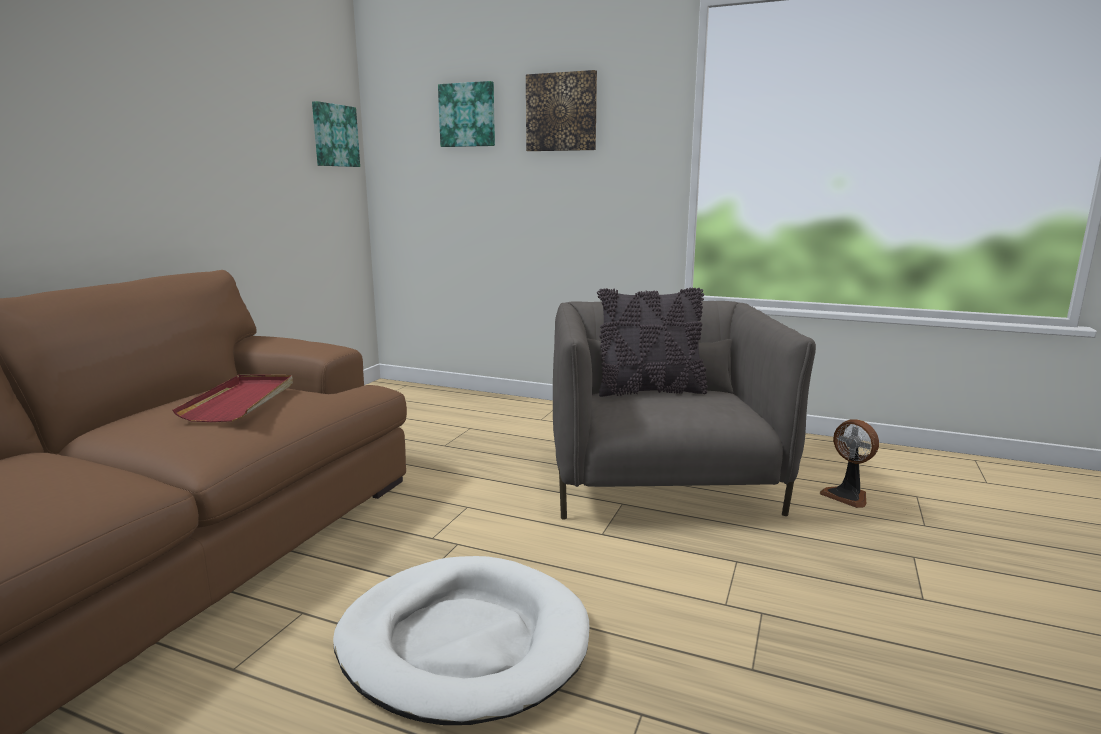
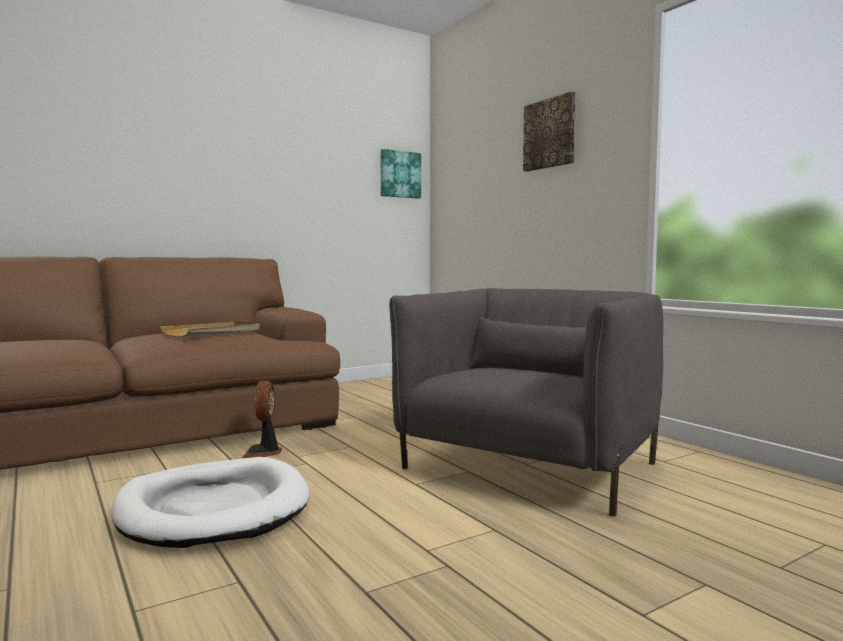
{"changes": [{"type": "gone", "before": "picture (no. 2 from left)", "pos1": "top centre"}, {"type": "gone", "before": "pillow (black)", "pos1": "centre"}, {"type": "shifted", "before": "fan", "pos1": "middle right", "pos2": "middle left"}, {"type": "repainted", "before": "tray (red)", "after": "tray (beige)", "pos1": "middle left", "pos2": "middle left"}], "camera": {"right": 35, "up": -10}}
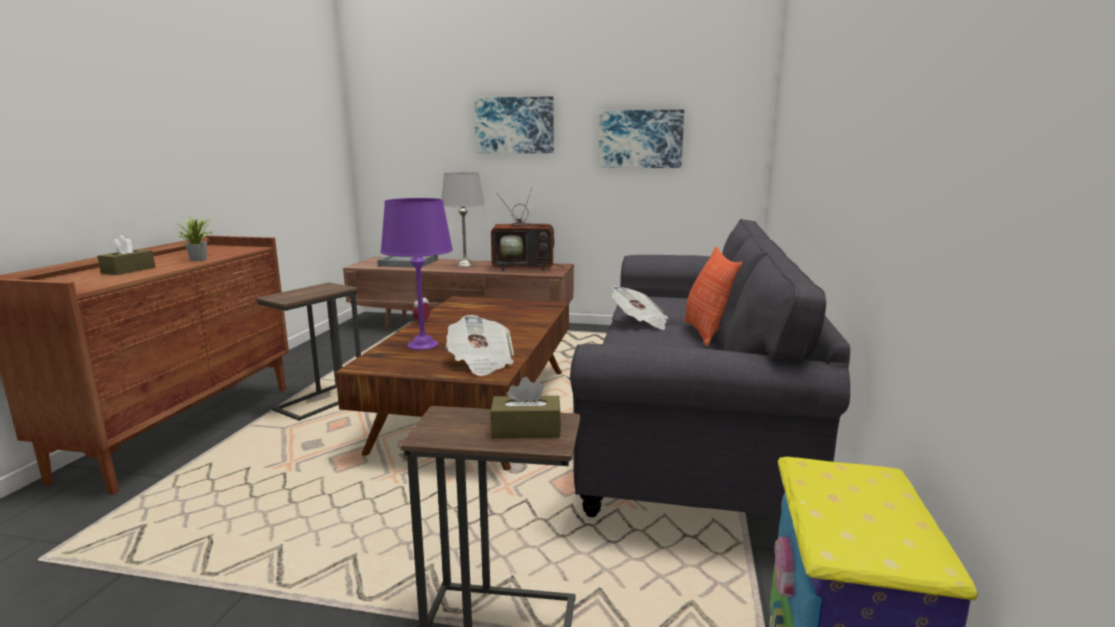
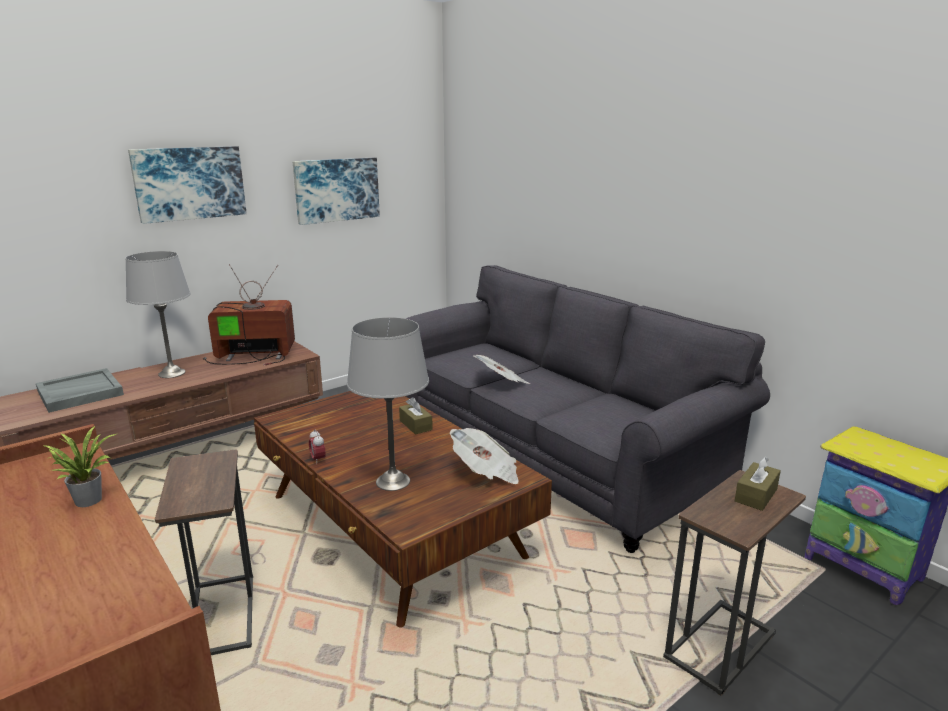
{"changes": [{"type": "gone", "before": "pillow (orange)", "pos1": "centre"}, {"type": "shifted", "before": "tissue box (brown) (no. 1 from left)", "pos1": "middle left", "pos2": "centre"}, {"type": "repainted", "before": "table lamp (purple)", "after": "table lamp (grey) (no. 2 from left)", "pos1": "centre", "pos2": "centre"}, {"type": "rotated", "before": "television", "pos1": "centre", "pos2": "middle left", "turn": -135}], "camera": {"right": -50, "up": 5}}
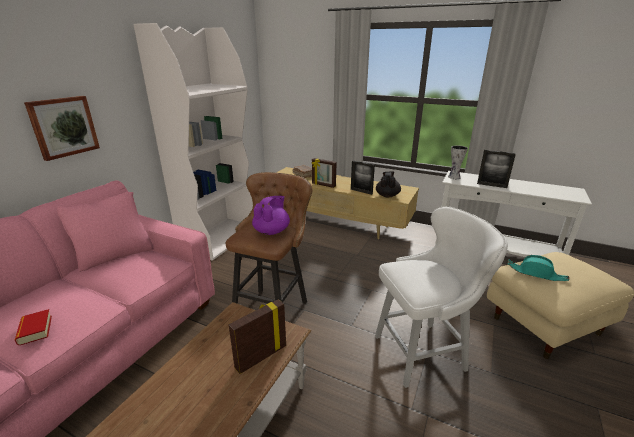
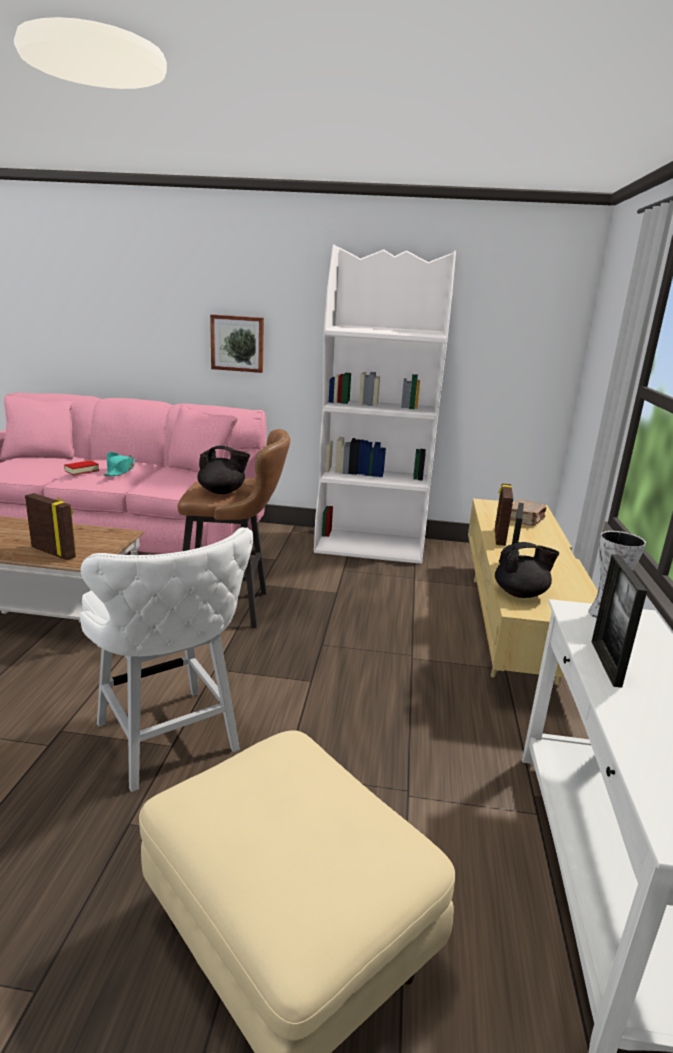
{"changes": [{"type": "shifted", "before": "hat (turquoise)", "pos1": "middle right", "pos2": "middle left"}, {"type": "repainted", "before": "teapot (purple)", "after": "teapot (black) (no. 1 from left)", "pos1": "centre", "pos2": "middle left"}], "camera": {"right": 70, "up": -5}}
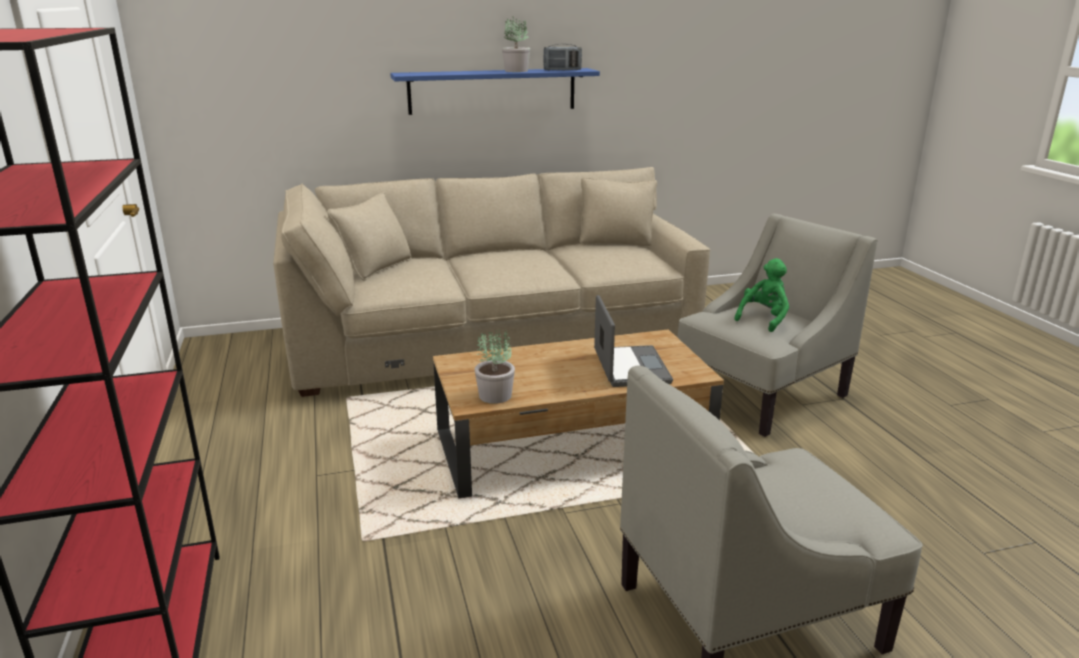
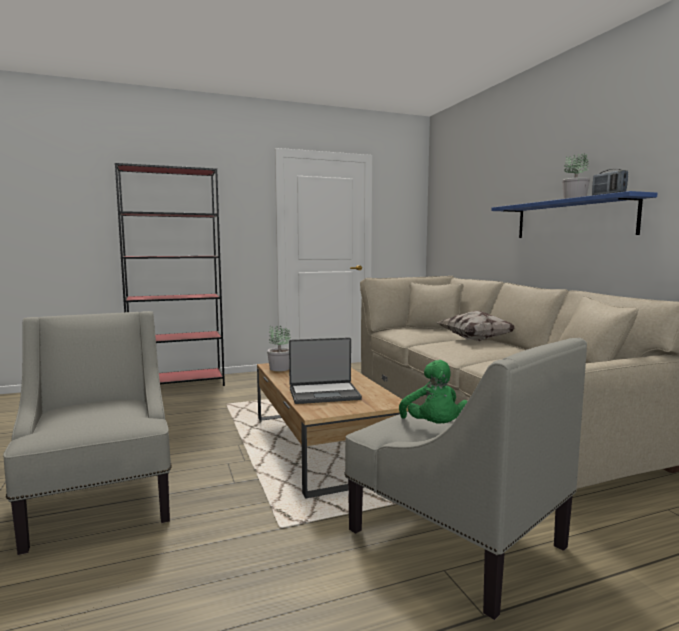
{"changes": [{"type": "new", "after": "pillow", "pos2": "middle right"}, {"type": "rotated", "before": "plush toy (green)", "pos1": "middle right", "pos2": "centre", "turn": 45}], "camera": {"right": 85, "up": -15}}
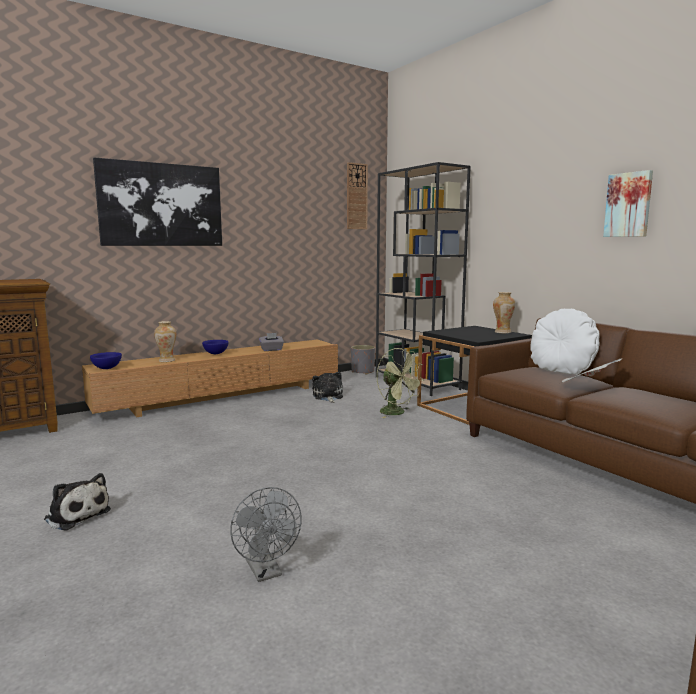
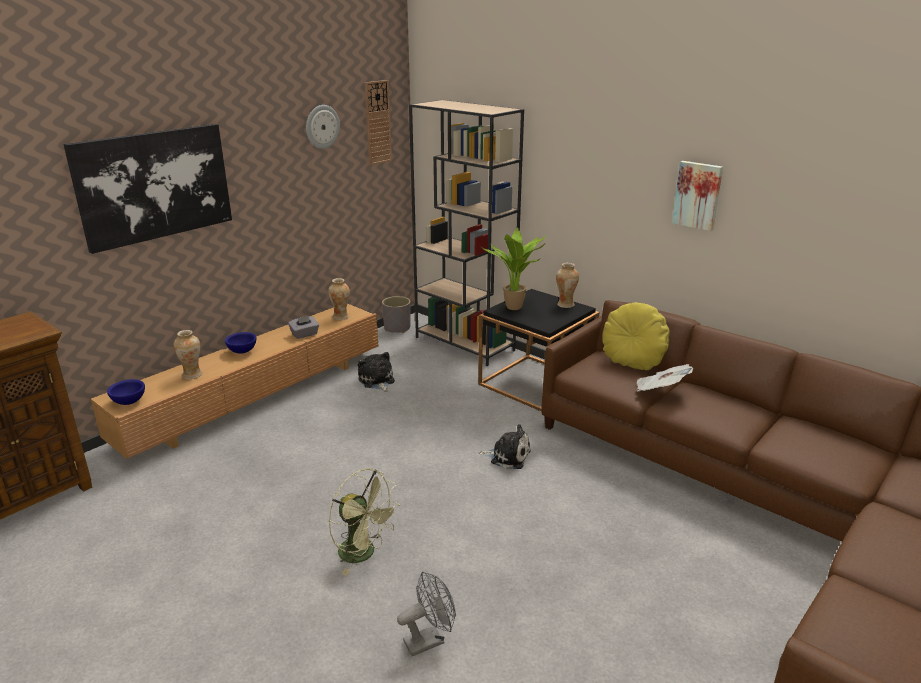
{"changes": [{"type": "new", "after": "wall clock (no. 1 from left)", "pos2": "top centre"}, {"type": "new", "after": "vase (no. 2 from left)", "pos2": "centre"}, {"type": "new", "after": "potted plant", "pos2": "centre"}, {"type": "shifted", "before": "plush toy (no. 1 from left in the first image)", "after": "plush toy (no. 2 from left)", "pos1": "bottom left", "pos2": "centre"}, {"type": "shifted", "before": "fan (green)", "pos1": "centre", "pos2": "bottom centre"}, {"type": "repainted", "before": "pillow (white)", "after": "pillow (yellow)", "pos1": "middle right", "pos2": "middle right"}, {"type": "rotated", "before": "fan (grey)", "pos1": "bottom centre", "pos2": "bottom centre", "turn": -75}], "camera": {"right": -15, "up": 15}}
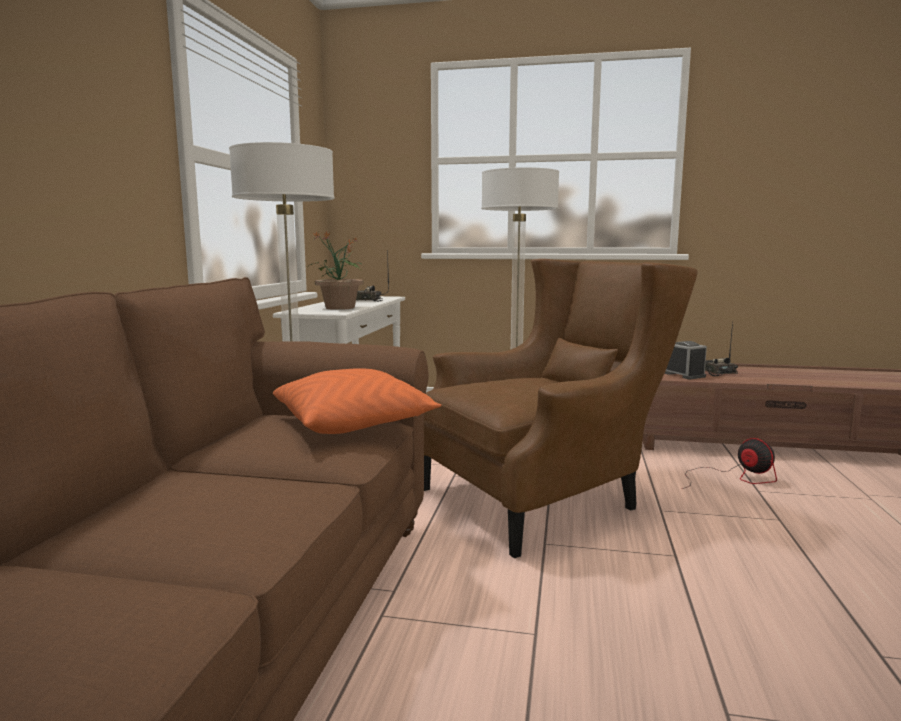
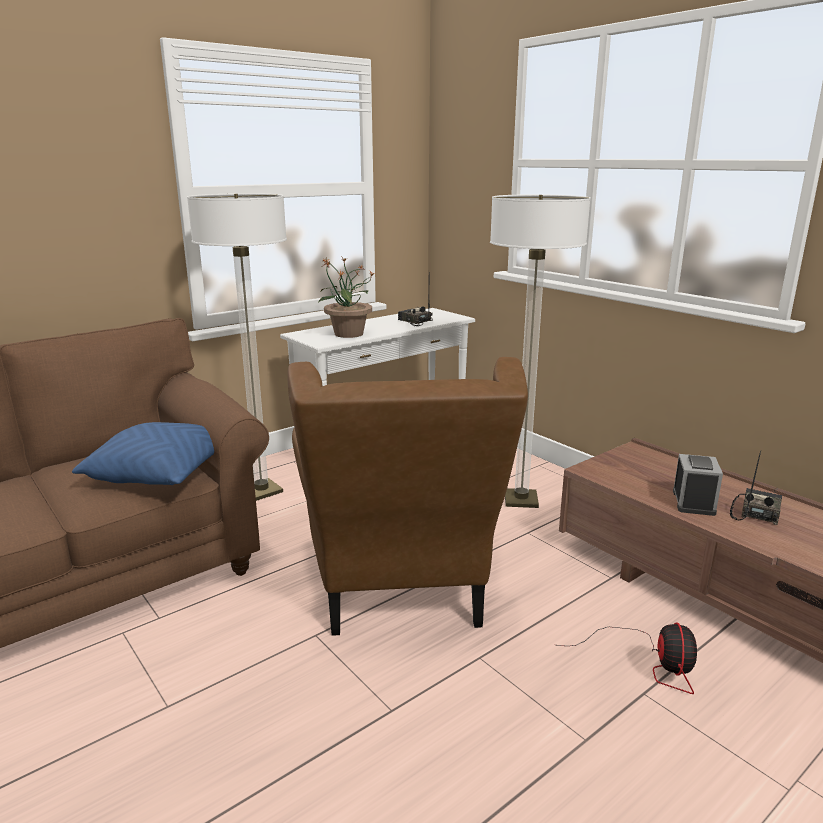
{"changes": [{"type": "repainted", "before": "pillow (orange)", "after": "pillow (blue)", "pos1": "centre", "pos2": "middle left"}, {"type": "rotated", "before": "armchair (brown)", "pos1": "centre", "pos2": "centre", "turn": 75}], "camera": {"right": 40, "up": 10}}
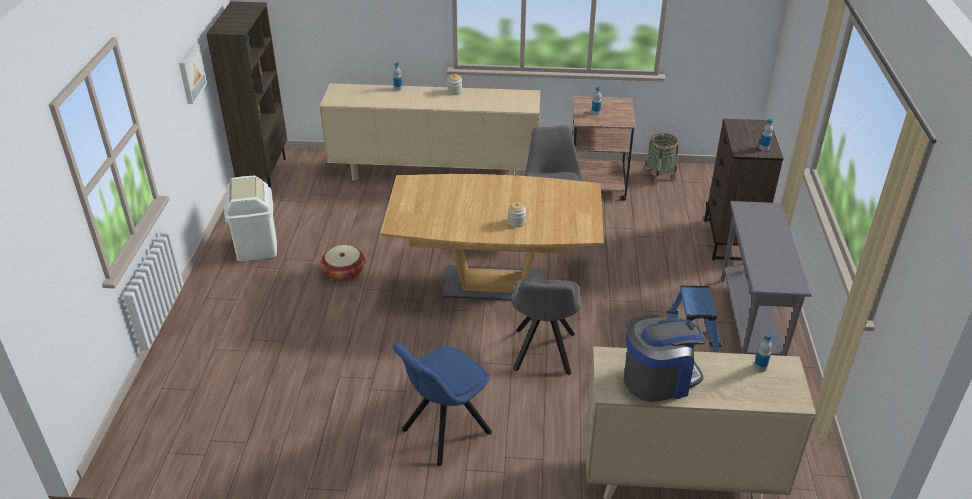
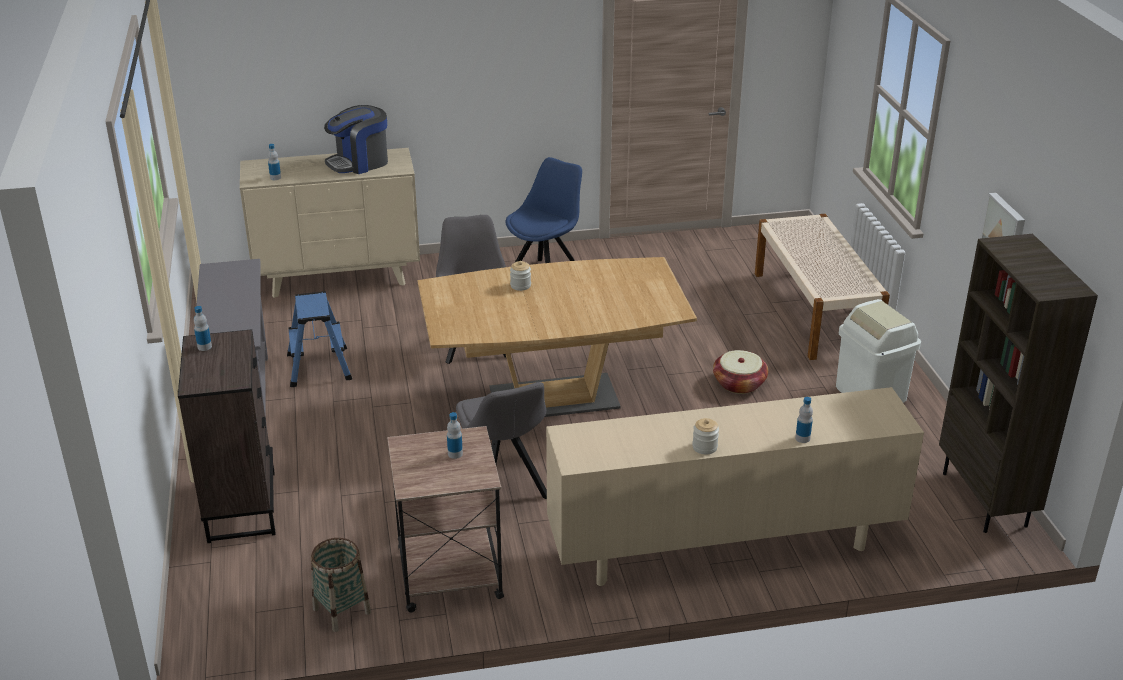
{"changes": [{"type": "new", "after": "bench (beige)", "pos2": "middle right"}], "camera": {"right": 165, "up": -5}}
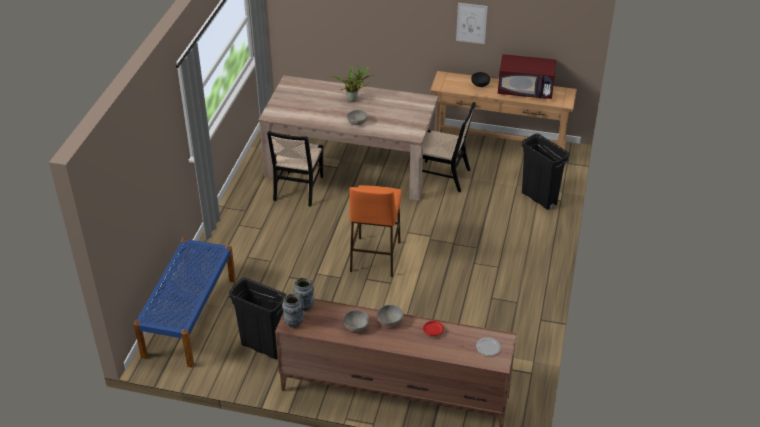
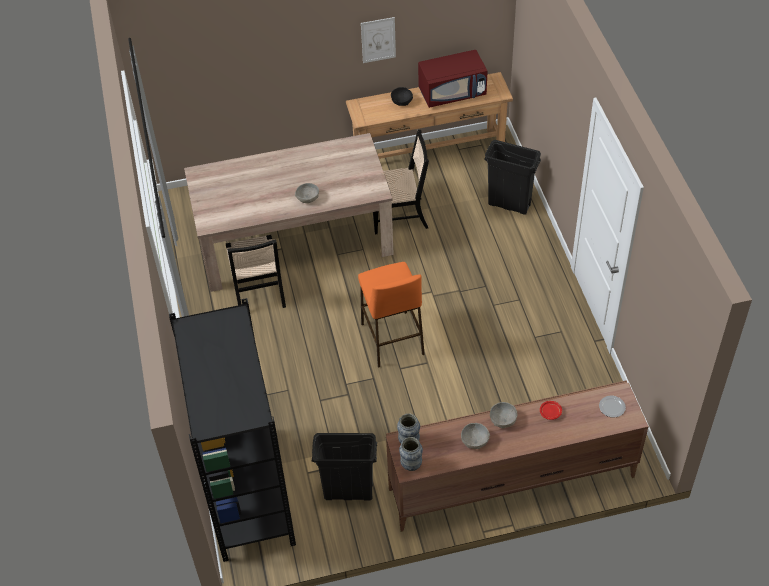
{"changes": [{"type": "gone", "before": "potted plant", "pos1": "top centre"}, {"type": "swapped", "before": "bench (blue)", "after": "bookcase (black)", "pos1": "bottom left", "pos2": "bottom left"}], "camera": {"right": -25, "up": 10}}
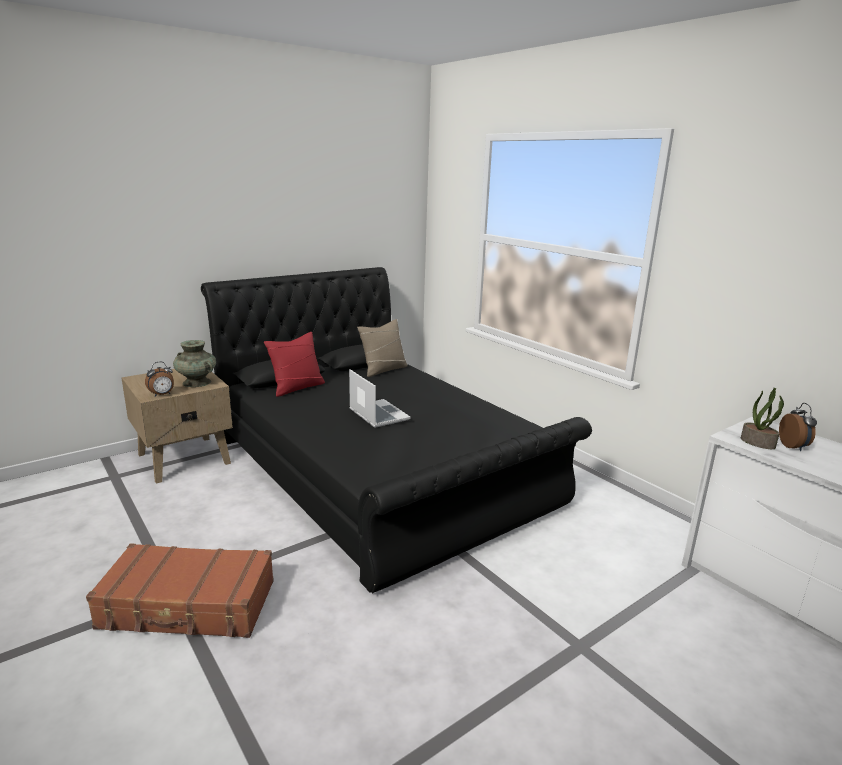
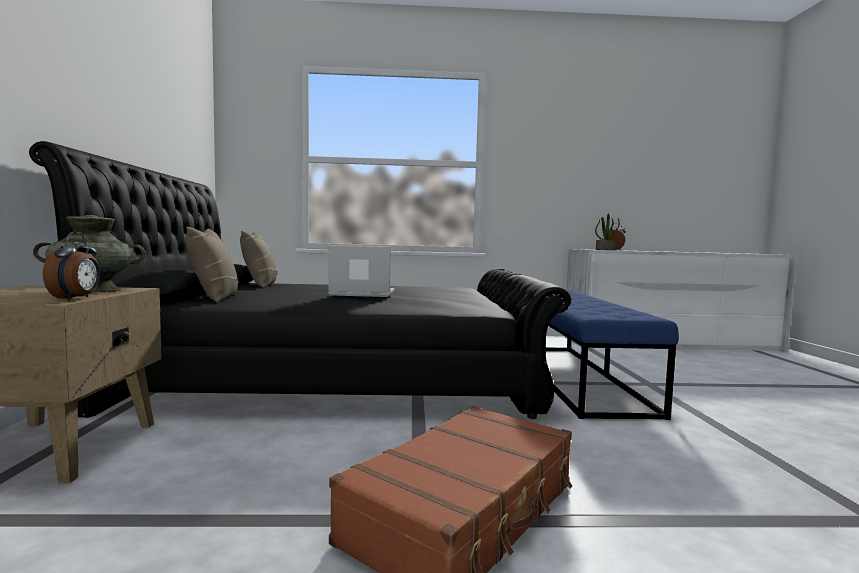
{"changes": [{"type": "new", "after": "bench (blue)", "pos2": "middle right"}, {"type": "repainted", "before": "pillow (red)", "after": "pillow (beige) (no. 1 from left)", "pos1": "centre", "pos2": "middle left"}], "camera": {"right": -55, "up": -15}}
